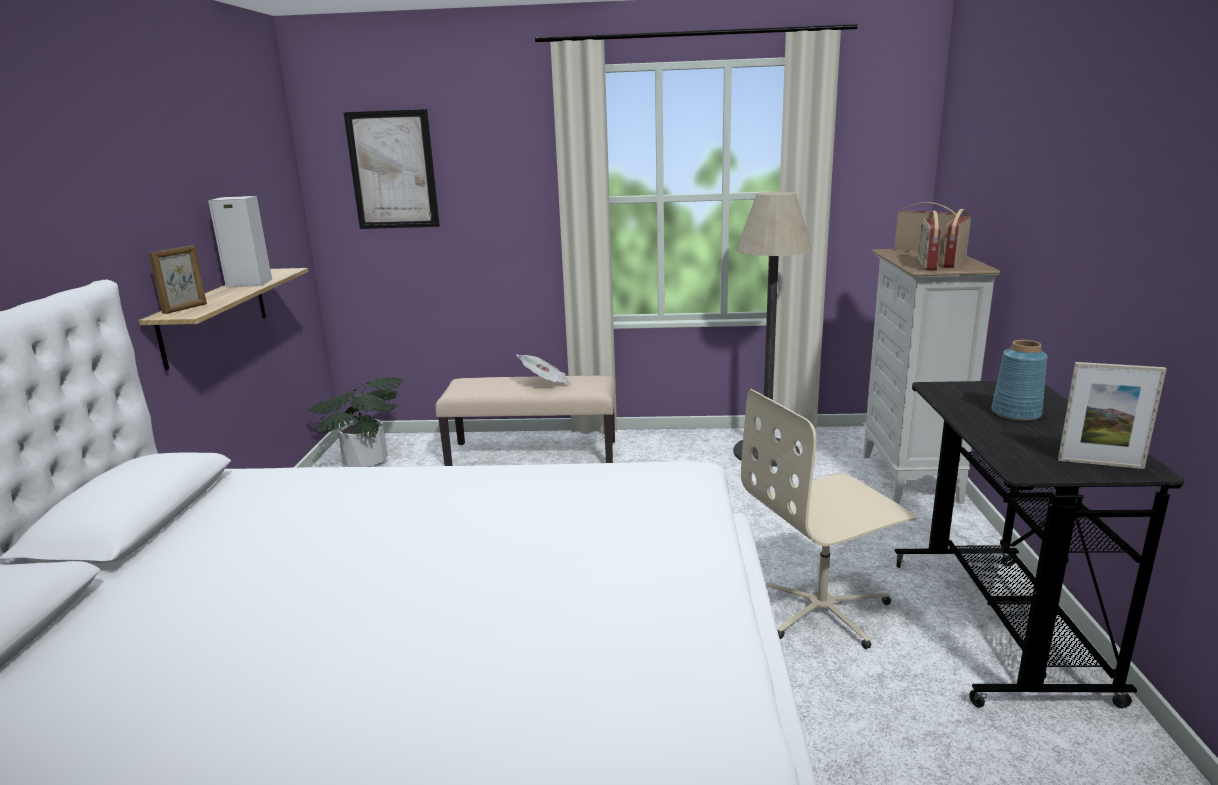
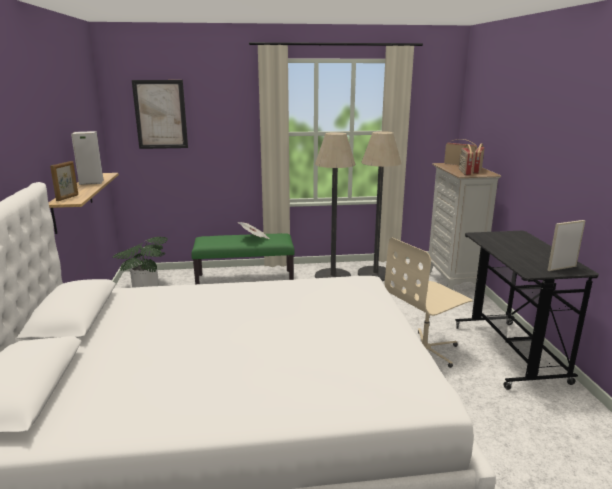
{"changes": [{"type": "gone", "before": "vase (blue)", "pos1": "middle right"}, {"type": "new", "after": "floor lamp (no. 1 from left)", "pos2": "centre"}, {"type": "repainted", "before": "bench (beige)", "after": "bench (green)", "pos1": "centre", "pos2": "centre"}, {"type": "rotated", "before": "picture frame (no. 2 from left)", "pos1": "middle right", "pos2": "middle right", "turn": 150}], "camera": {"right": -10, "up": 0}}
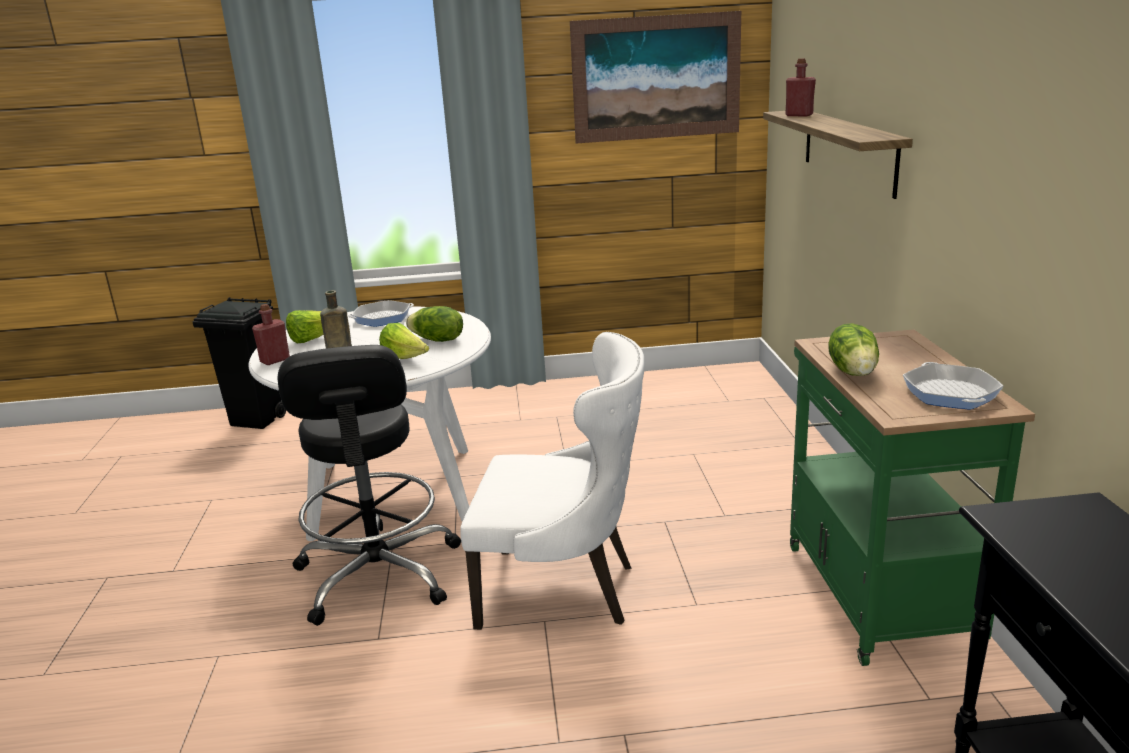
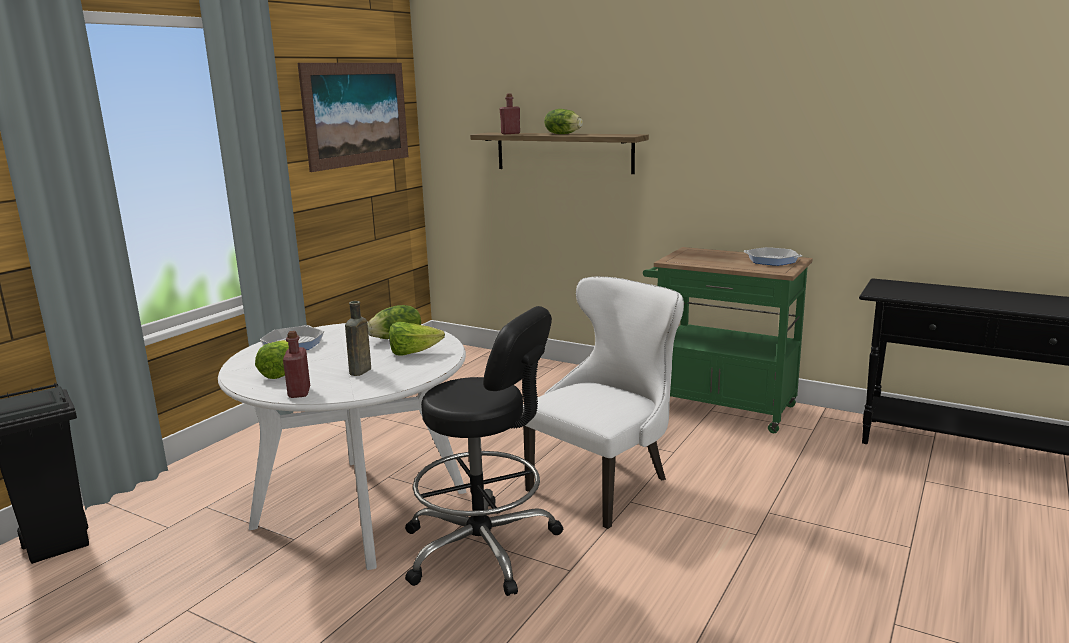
{"changes": [{"type": "shifted", "before": "lettuce (no. 4 from left)", "pos1": "middle right", "pos2": "top centre"}], "camera": {"right": -55, "up": -5}}
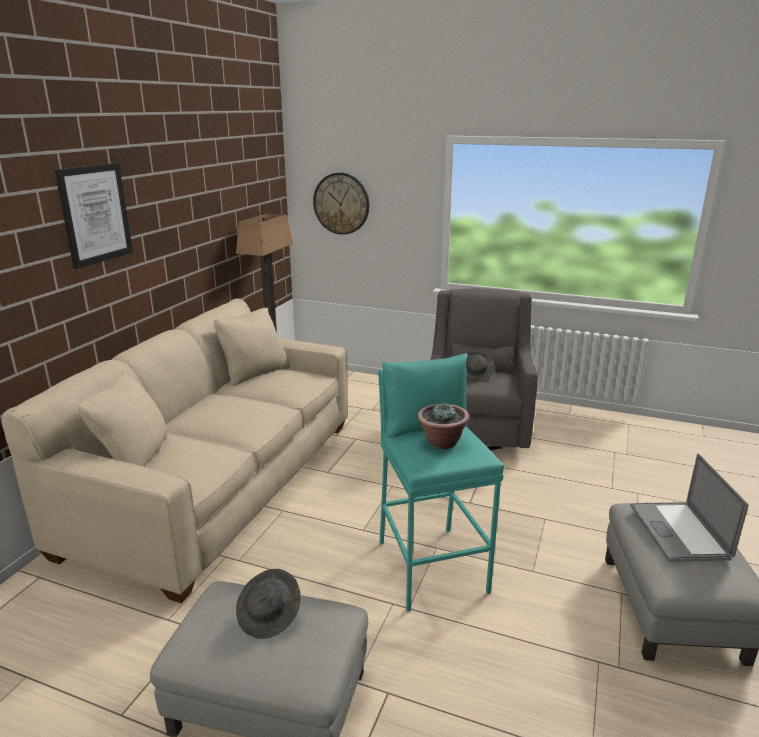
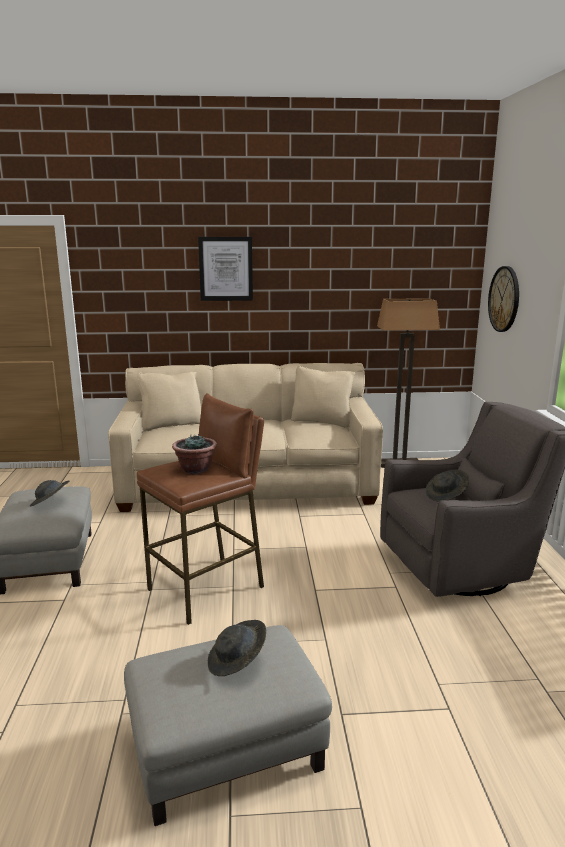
{"changes": [{"type": "swapped", "before": "laptop", "after": "hat (grey) (no. 2 from left)", "pos1": "bottom right", "pos2": "bottom centre"}, {"type": "repainted", "before": "stool (turquoise)", "after": "stool (brown)", "pos1": "centre", "pos2": "centre"}], "camera": {"right": 65, "up": -5}}
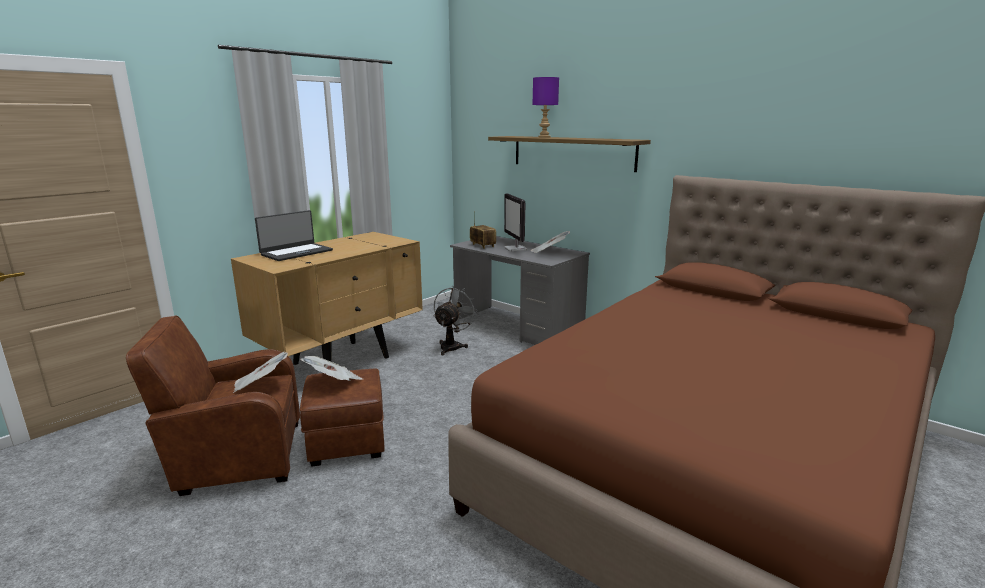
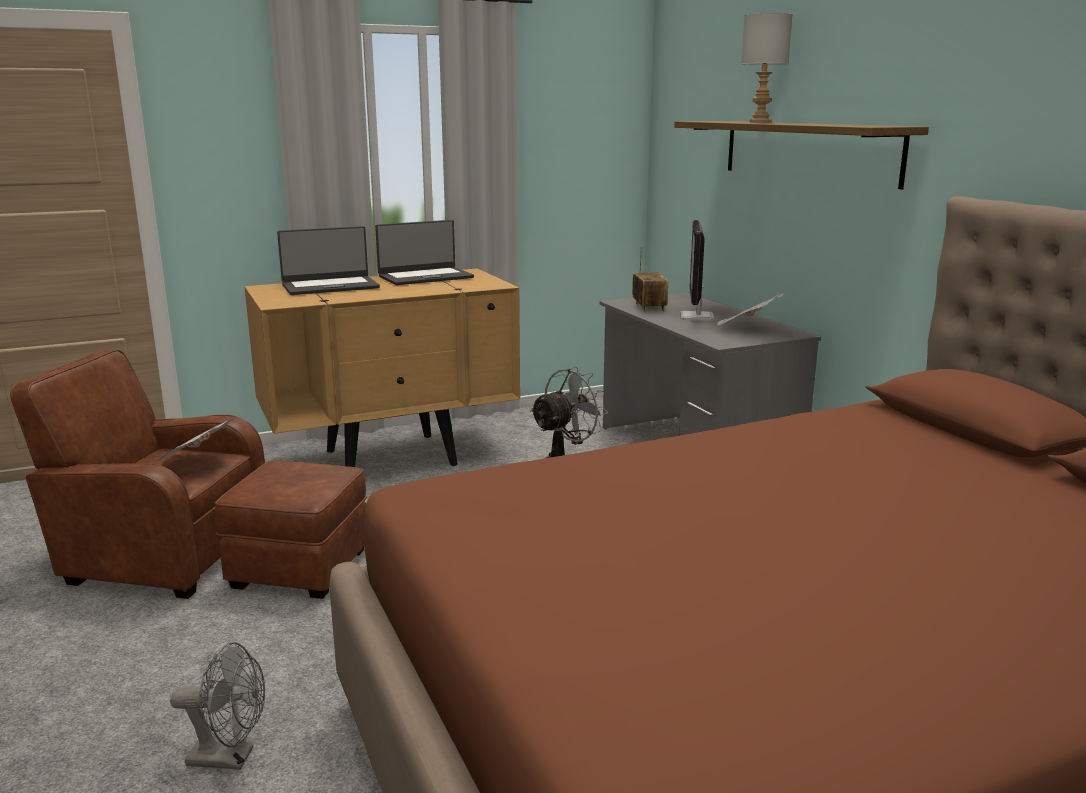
{"changes": [{"type": "gone", "before": "newspaper (no. 2 from left)", "pos1": "centre"}, {"type": "new", "after": "fan (grey) (no. 1 from left)", "pos2": "bottom left"}, {"type": "new", "after": "laptop (no. 2 from left)", "pos2": "top centre"}, {"type": "repainted", "before": "table lamp (purple)", "after": "table lamp (grey)", "pos1": "top centre", "pos2": "top right"}], "camera": {"right": 25, "up": 0}}
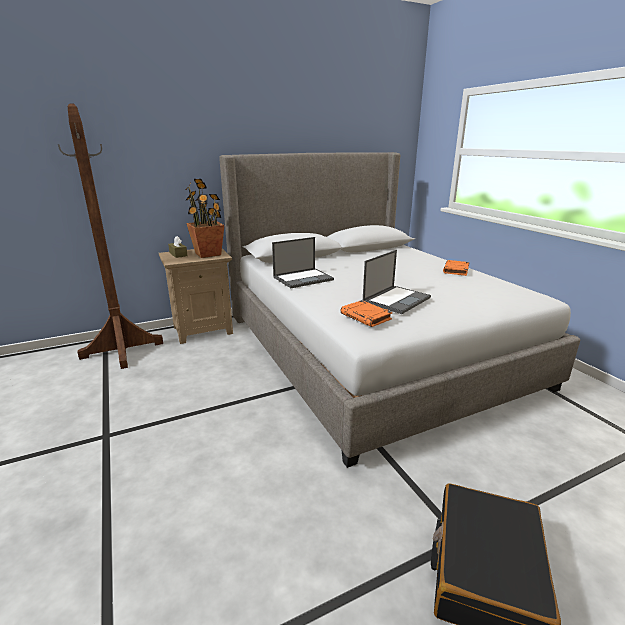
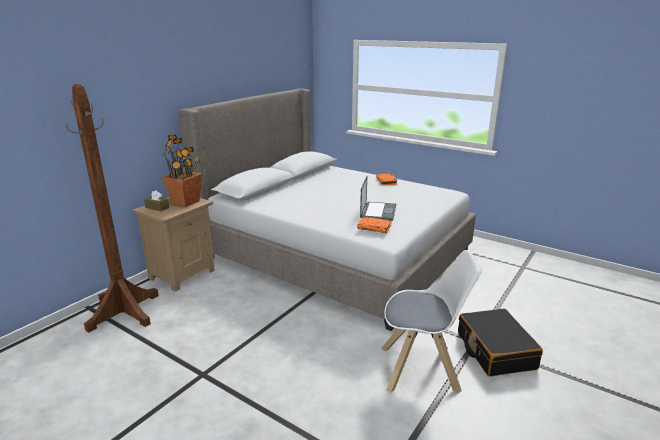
{"changes": [{"type": "gone", "before": "laptop (no. 1 from left)", "pos1": "centre"}, {"type": "new", "after": "chair", "pos2": "bottom centre"}], "camera": {"right": -30, "up": 0}}
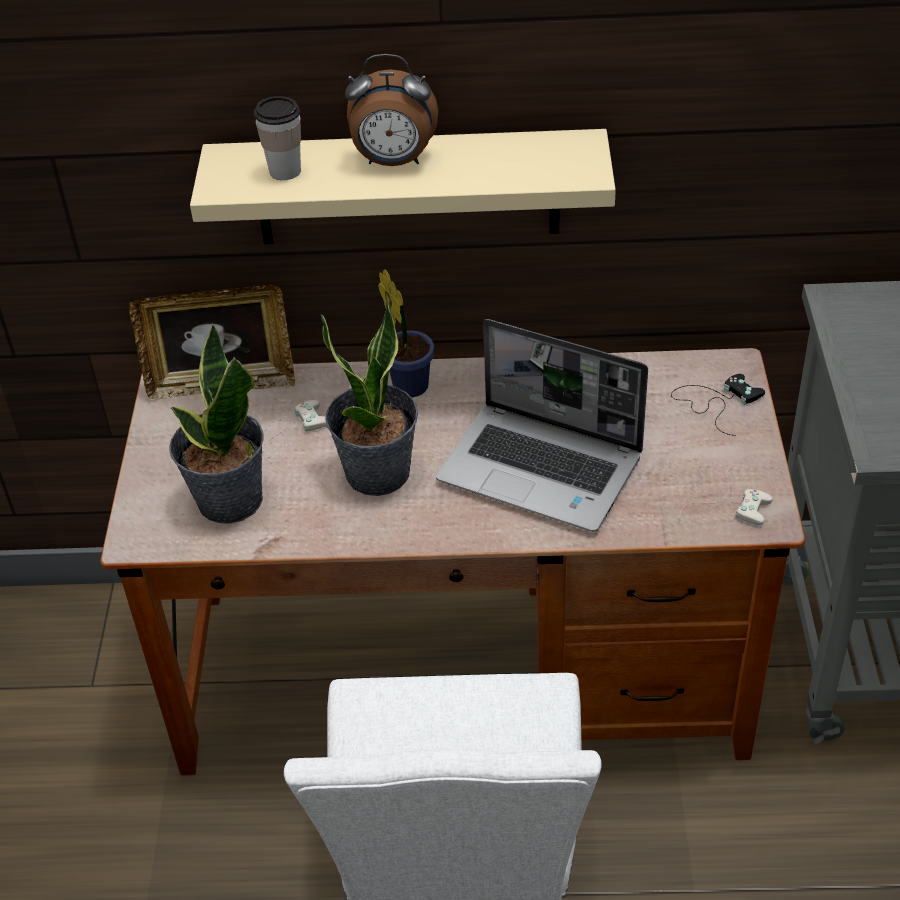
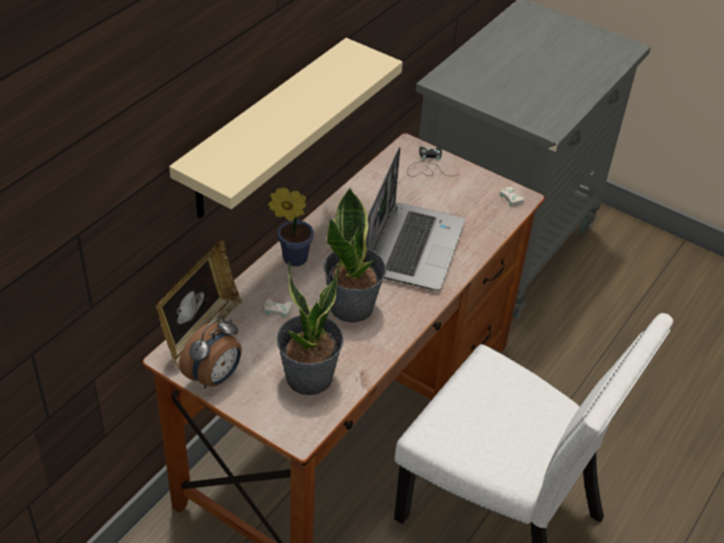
{"changes": [{"type": "gone", "before": "cup", "pos1": "top left"}, {"type": "shifted", "before": "alarm clock", "pos1": "top centre", "pos2": "middle left"}, {"type": "rotated", "before": "laptop", "pos1": "centre", "pos2": "centre", "turn": -45}], "camera": {"right": -60, "up": 0}}
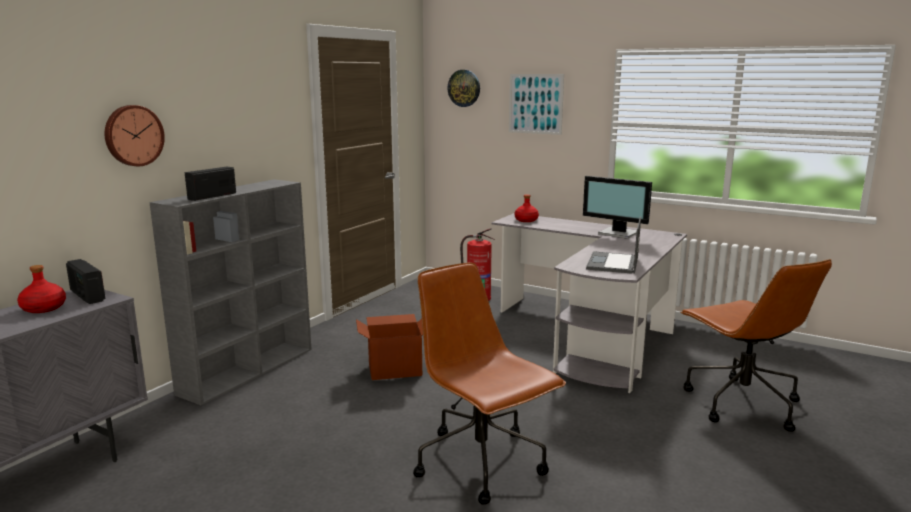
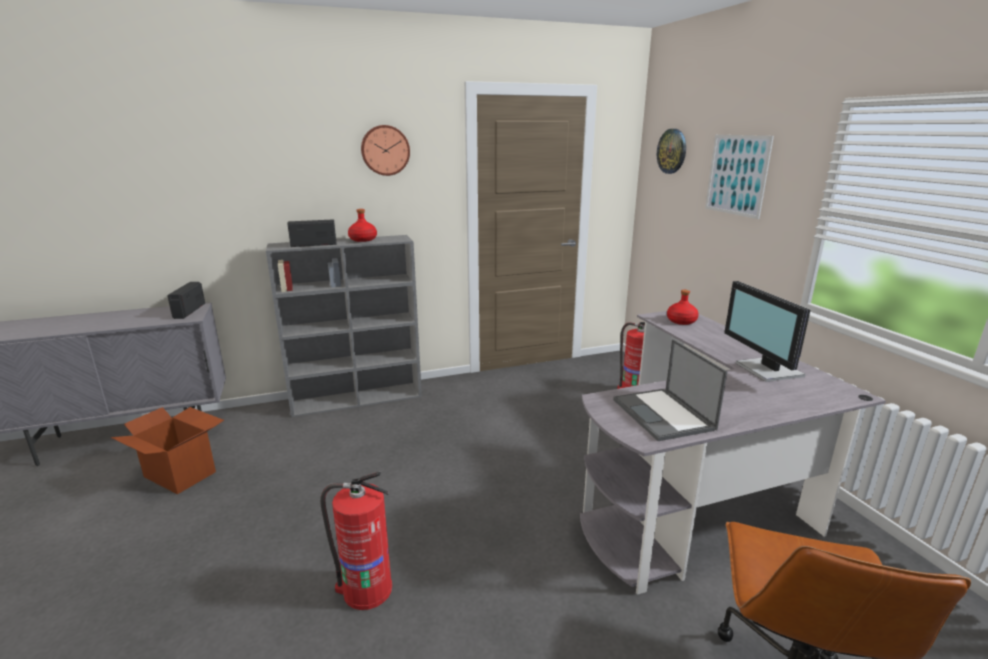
{"changes": [{"type": "shifted", "before": "bottle (red) (no. 1 from left)", "pos1": "middle left", "pos2": "centre"}, {"type": "shifted", "before": "wall clock (no. 1 from left)", "pos1": "top left", "pos2": "top centre"}, {"type": "shifted", "before": "cardboard box", "pos1": "bottom centre", "pos2": "bottom left"}, {"type": "swapped", "before": "office chair (brown) (no. 1 from left)", "after": "fire extinguisher (no. 1 from left)", "pos1": "bottom centre", "pos2": "bottom centre"}, {"type": "rotated", "before": "laptop", "pos1": "middle right", "pos2": "middle right", "turn": -75}], "camera": {"right": 40, "up": 5}}
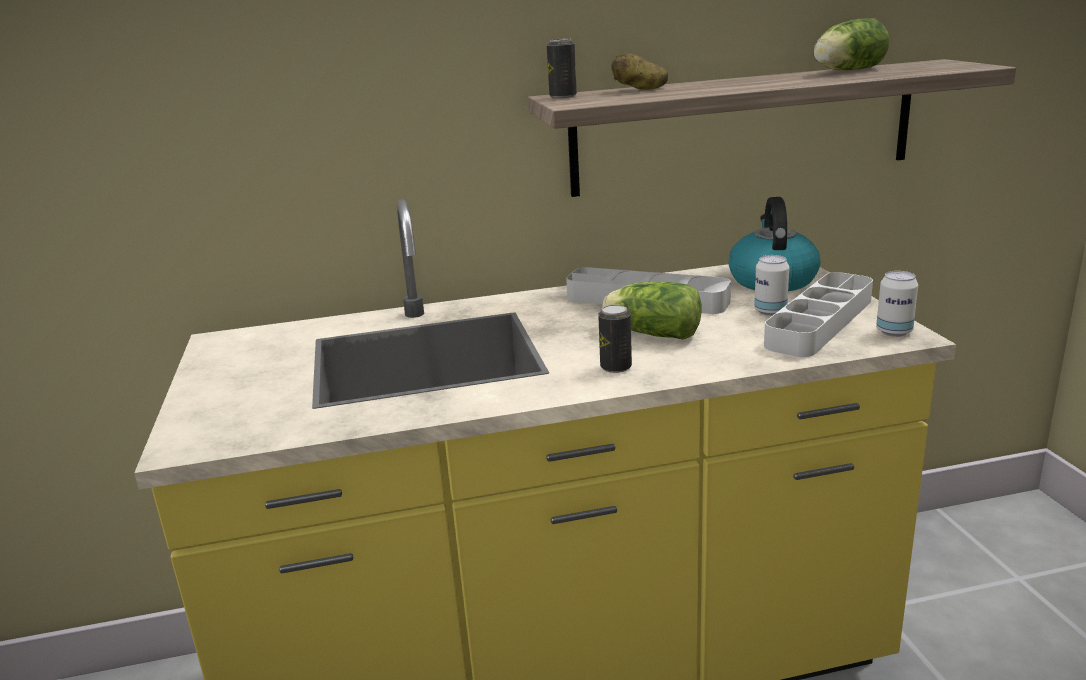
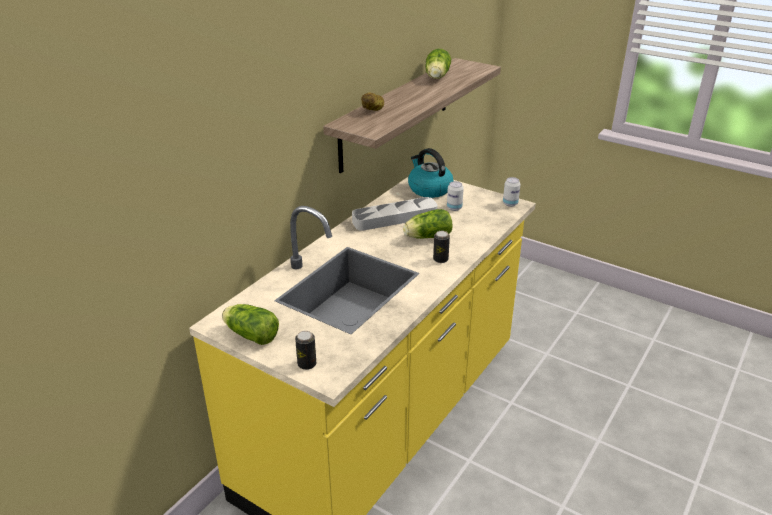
{"changes": [{"type": "gone", "before": "tray (grey) (no. 2 from left)", "pos1": "middle right"}, {"type": "new", "after": "lettuce (no. 1 from left)", "pos2": "middle left"}, {"type": "shifted", "before": "can (no. 1 from left)", "pos1": "top centre", "pos2": "bottom centre"}], "camera": {"right": -45, "up": 10}}
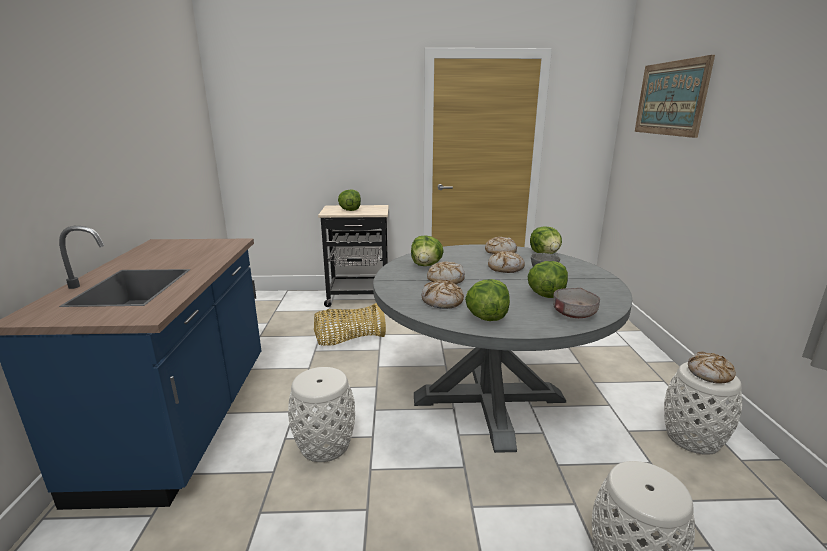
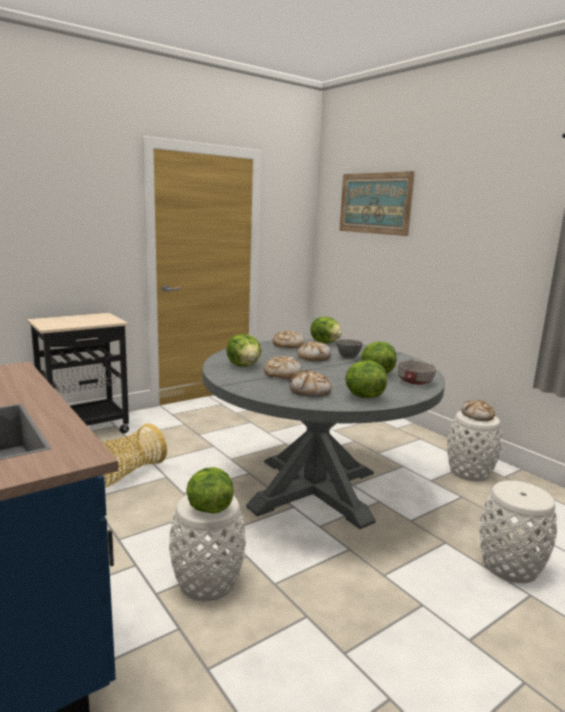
{"changes": [{"type": "shifted", "before": "lettuce (no. 1 from left)", "pos1": "centre", "pos2": "bottom centre"}], "camera": {"right": -35, "up": -5}}
